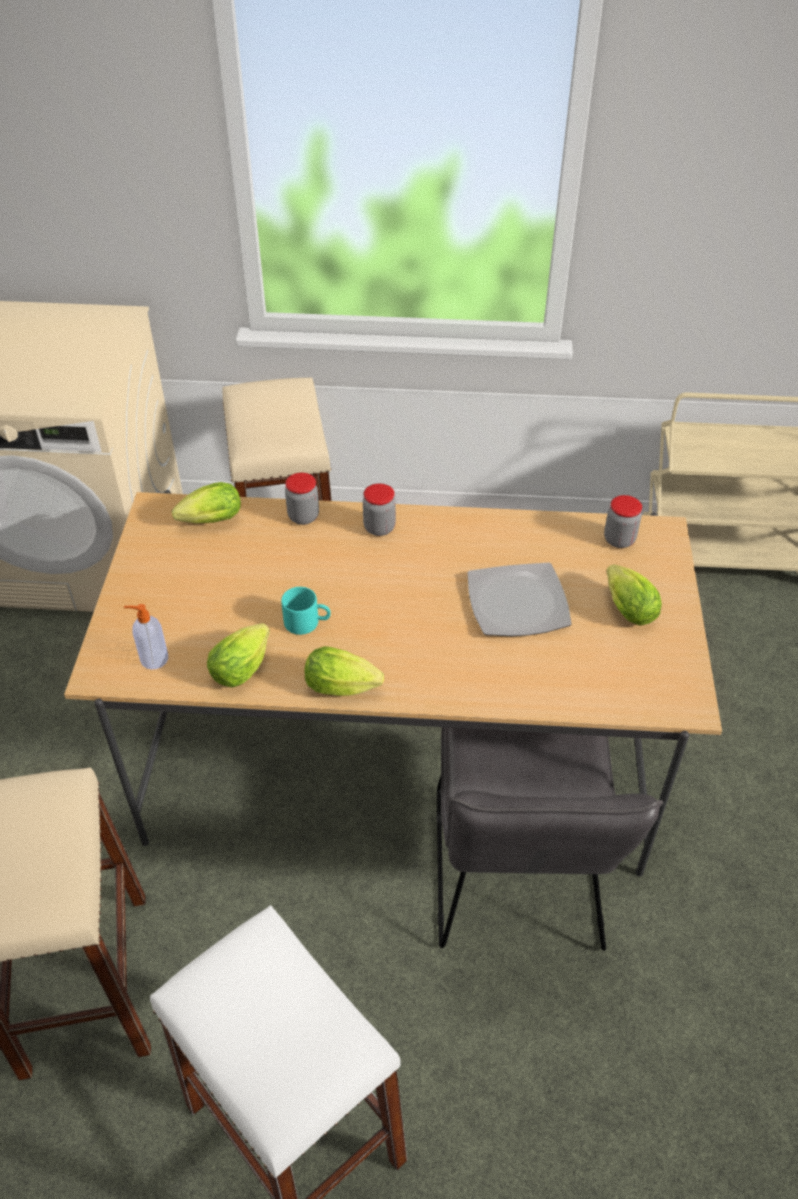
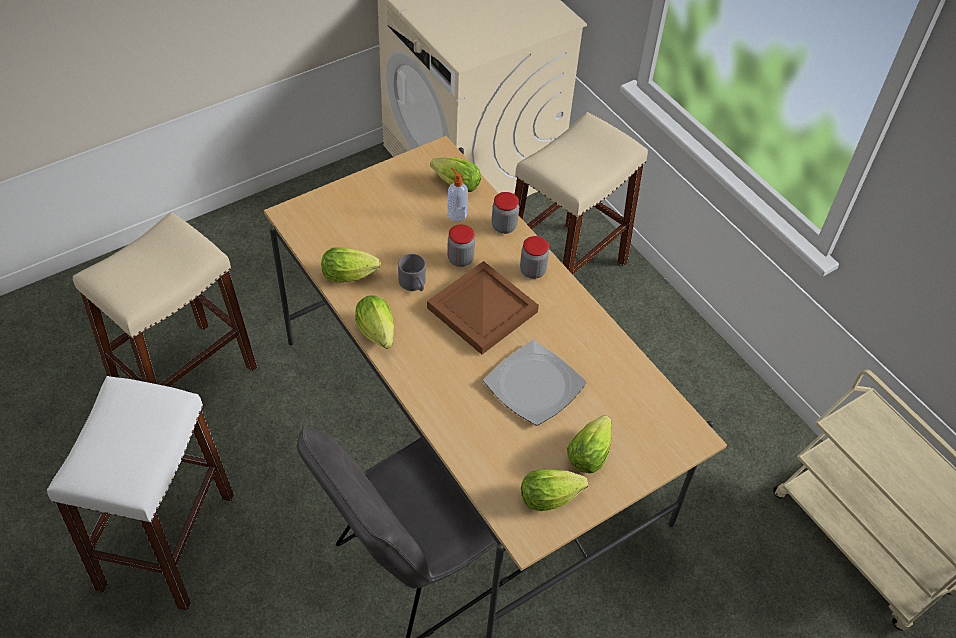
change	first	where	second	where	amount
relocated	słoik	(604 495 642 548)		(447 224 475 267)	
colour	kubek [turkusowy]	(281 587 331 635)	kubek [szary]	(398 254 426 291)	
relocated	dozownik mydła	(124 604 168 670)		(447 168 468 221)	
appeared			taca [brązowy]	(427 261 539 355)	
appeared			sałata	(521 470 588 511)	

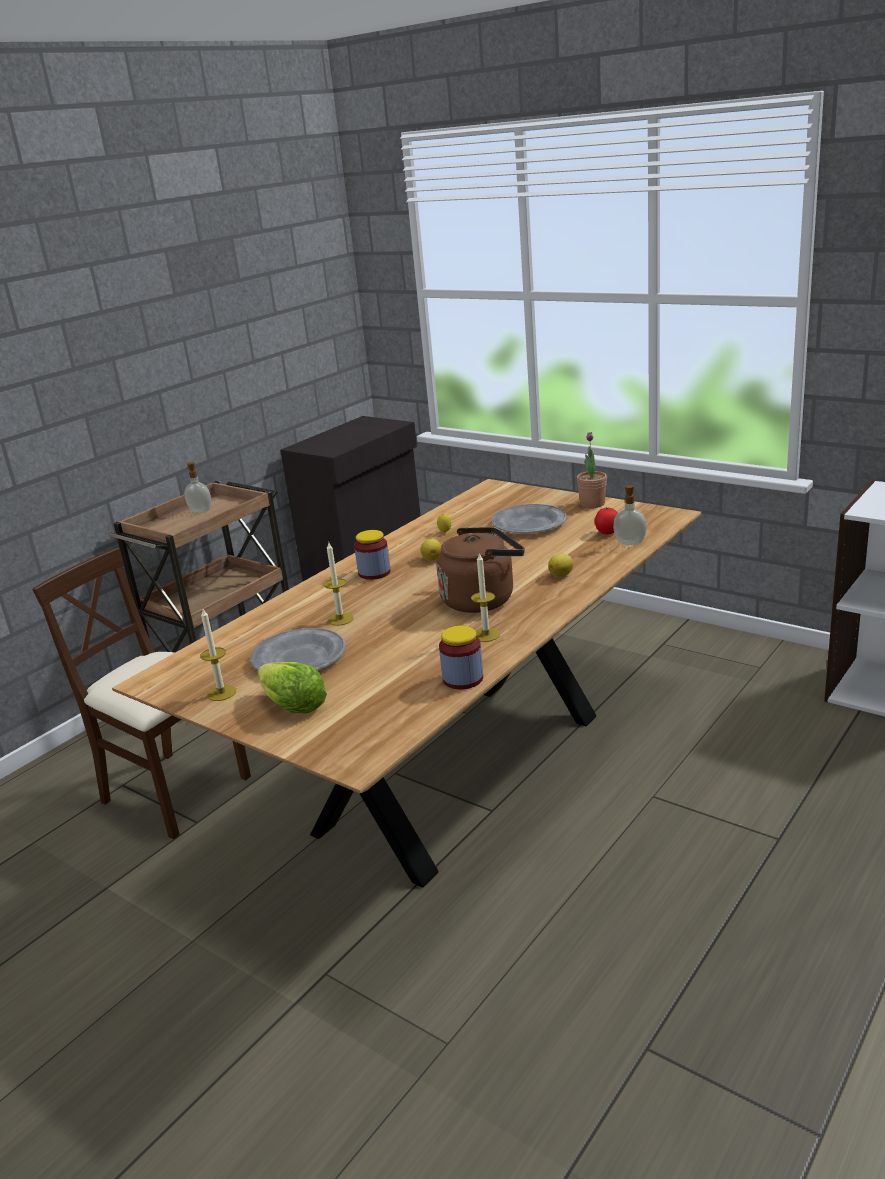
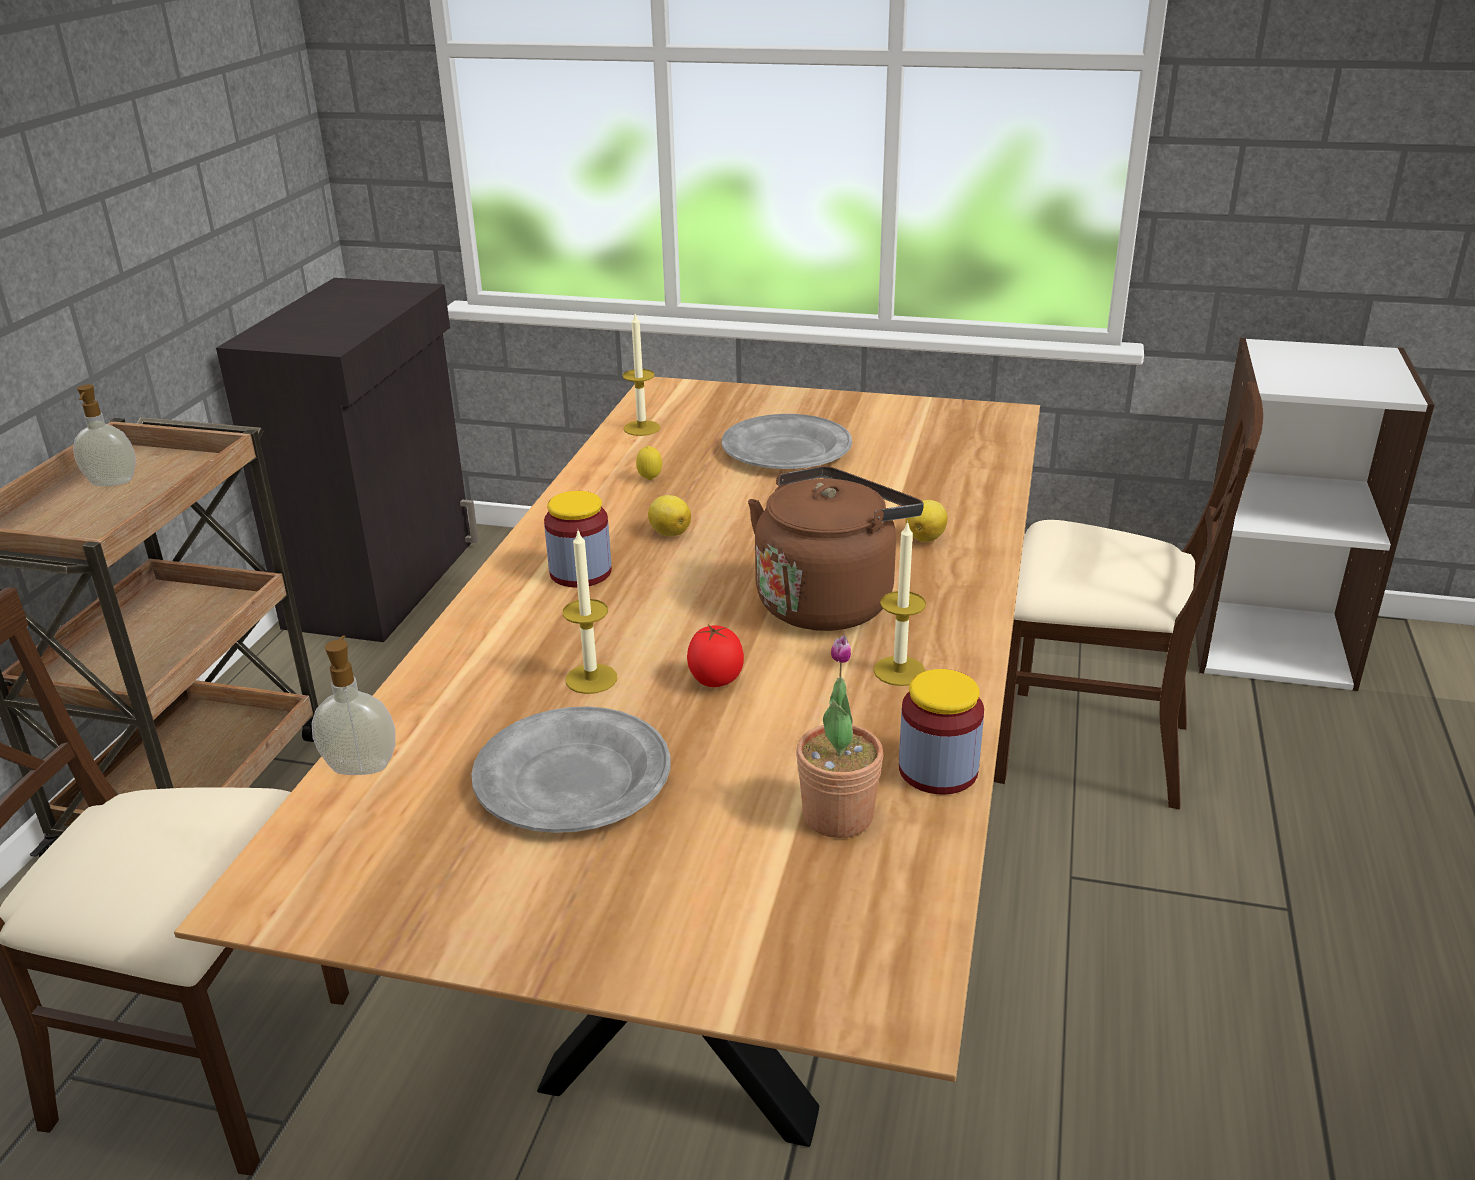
change	first	where	second	where	amount
relocated	roślina doniczkowa	(577 432 607 508)		(796 635 883 838)	
relocated	dozownik mydła	(613 485 647 545)		(312 636 396 775)	
relocated	pomidor	(595 507 618 534)		(687 625 744 687)	
relocated	świeca	(200 609 236 701)		(623 314 660 436)	
missing	sałata	(258 662 327 713)			
appeared			krzesło [beżowy]	(994 381 1263 809)	

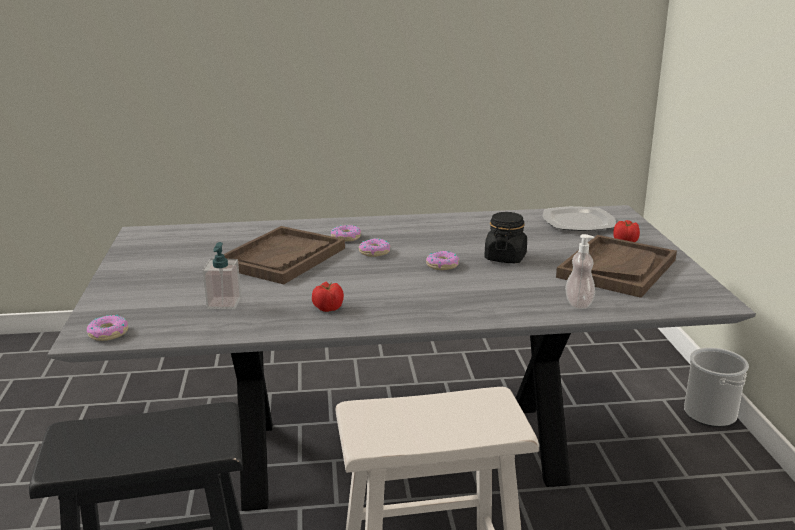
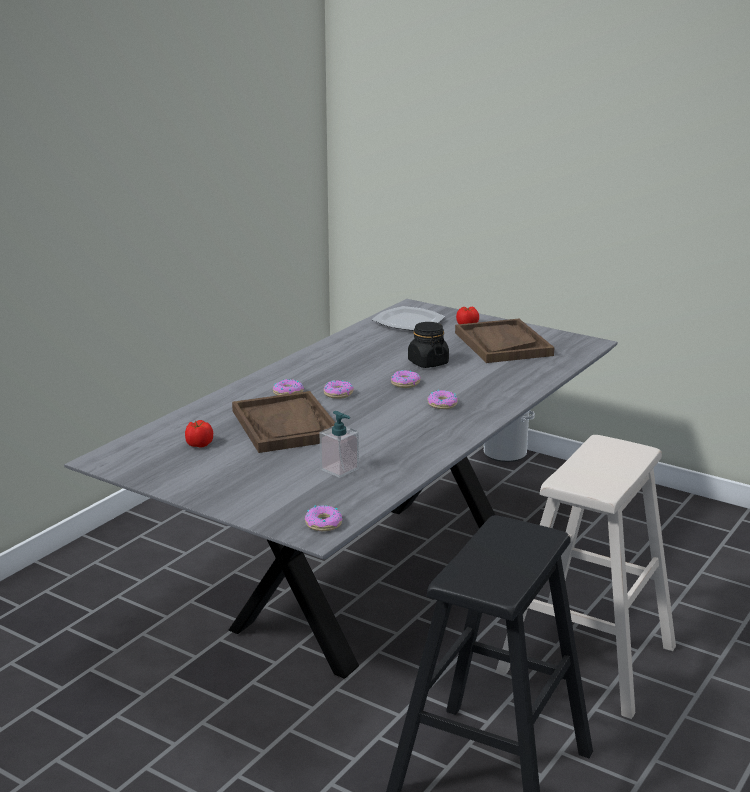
change	first	where	second	where	amount
missing	dozownik mydła	(565 234 595 309)			
relocated	pomidor	(312 282 344 312)		(185 420 213 448)	
appeared			donut	(427 390 458 409)	

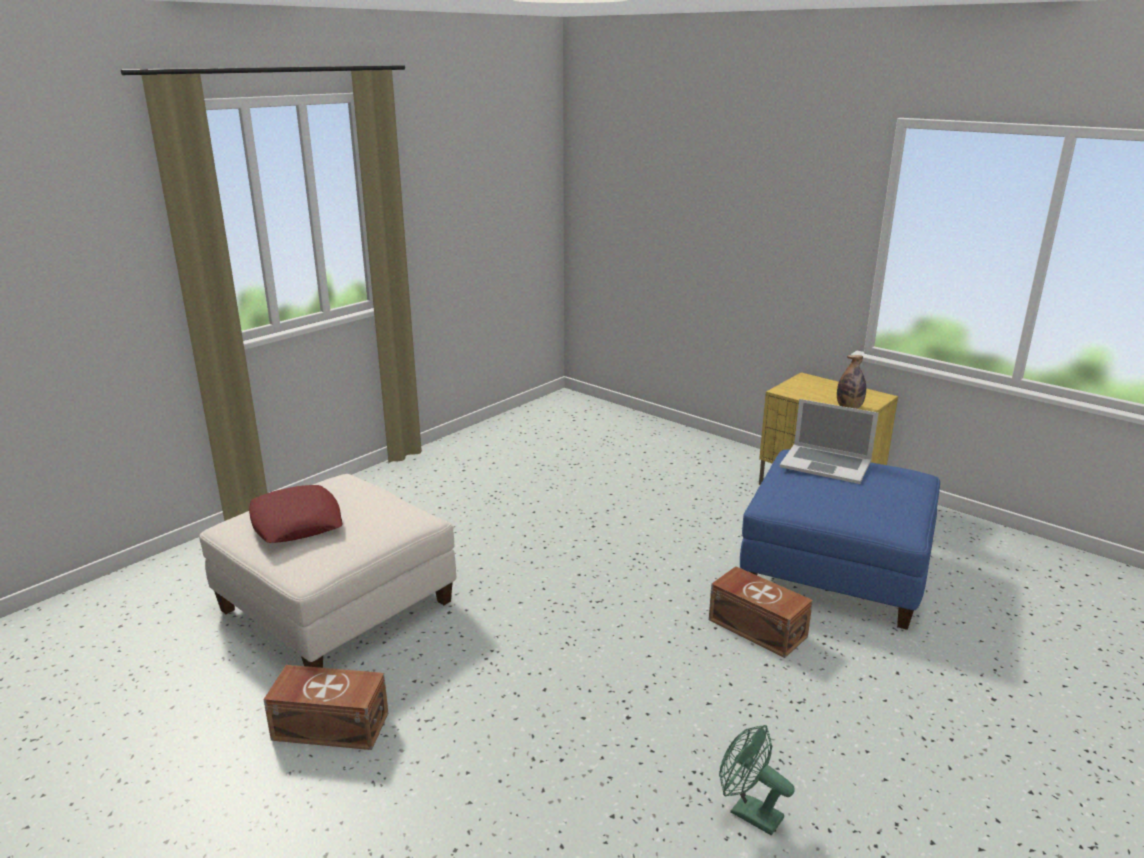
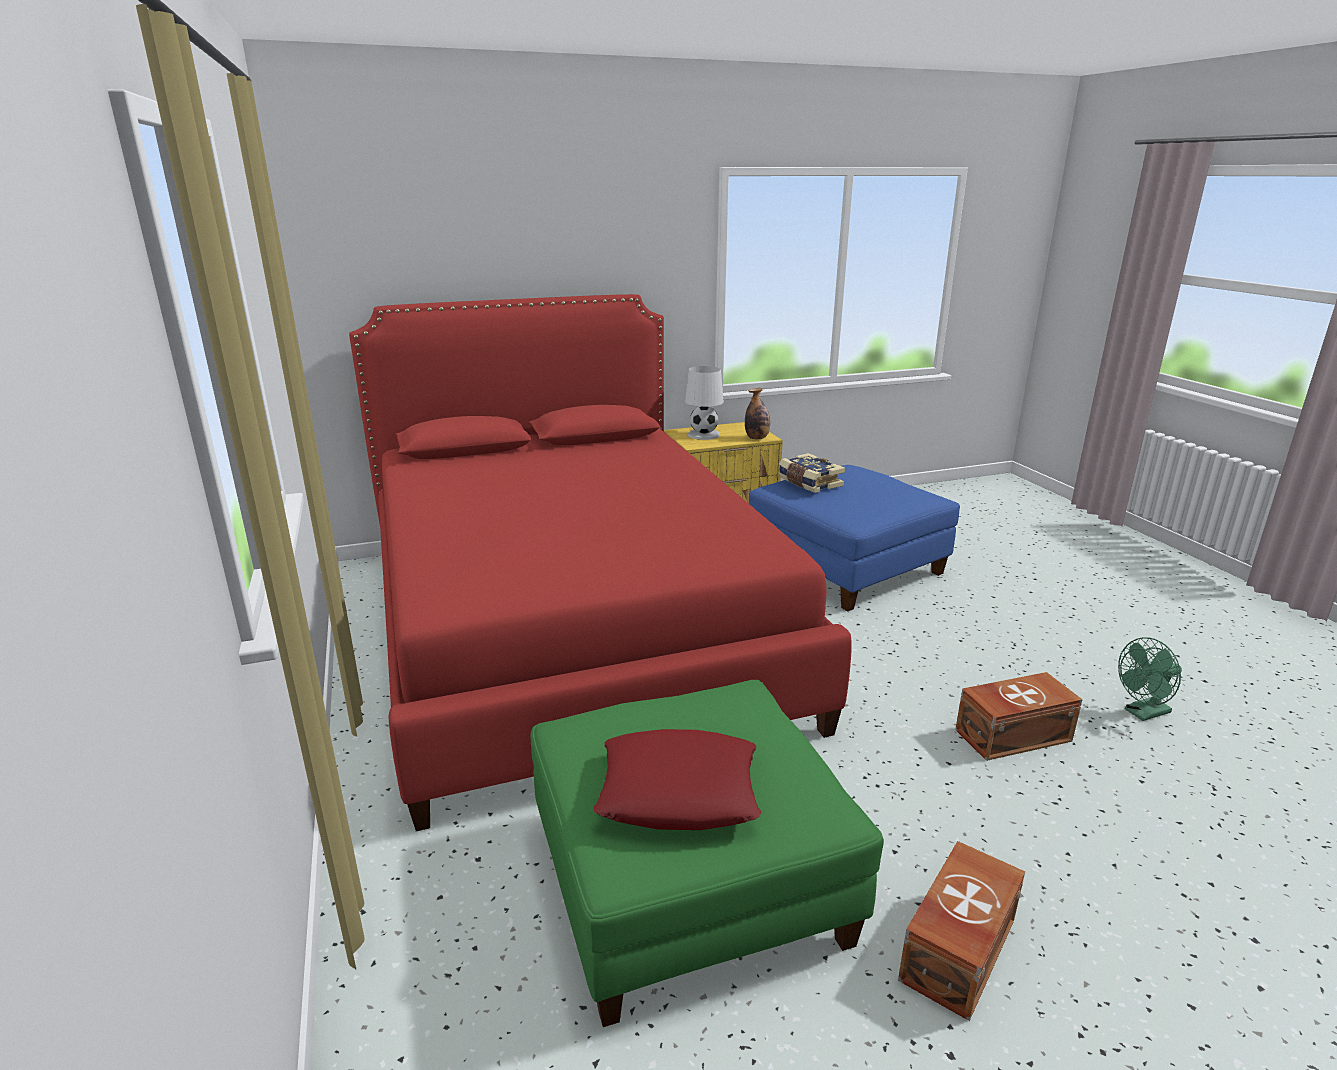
change	first	where	second	where	amount
exchanged	laptop	(780 399 878 484)	książka	(779 453 845 493)	
colour	pufa [biały]	(199 474 456 668)	pufa [zielony]	(530 680 884 1027)	
relocated	pojemnik do przechowywania [brązowy]	(709 566 813 658)		(955 672 1083 761)	
appeared			łóżko [czerwony]	(349 294 852 831)	
appeared			lampa stołowa [biały]	(685 366 724 440)	

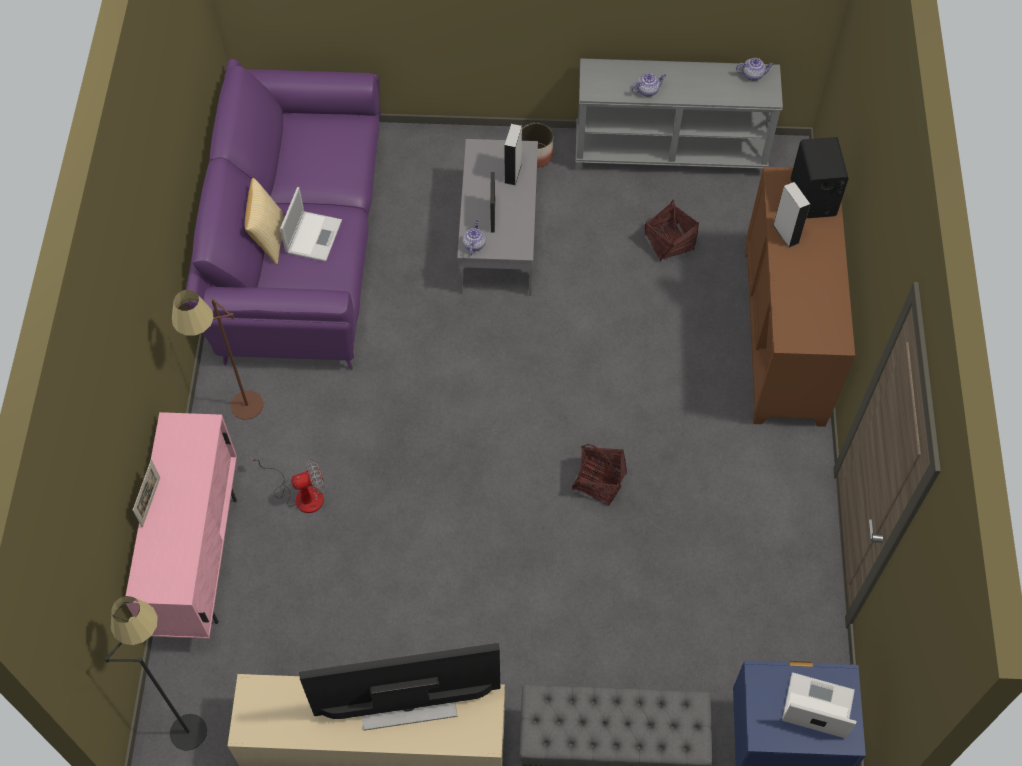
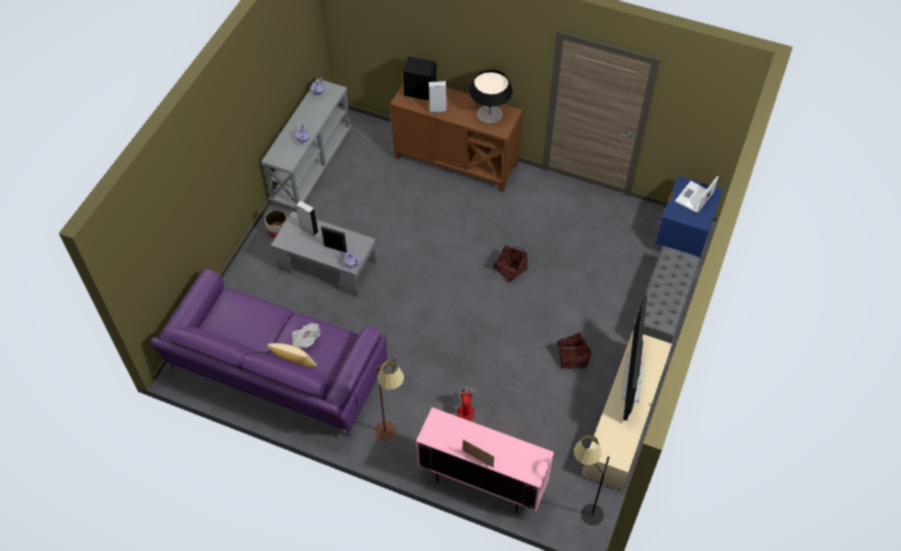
change	first	where	second	where	amount
exchanged	laptop	(280 187 342 262)	gazeta	(292 323 320 348)	
relocated	koszyk	(645 200 699 262)		(557 332 591 369)	
appeared			lampa stołowa	(469 69 513 124)	

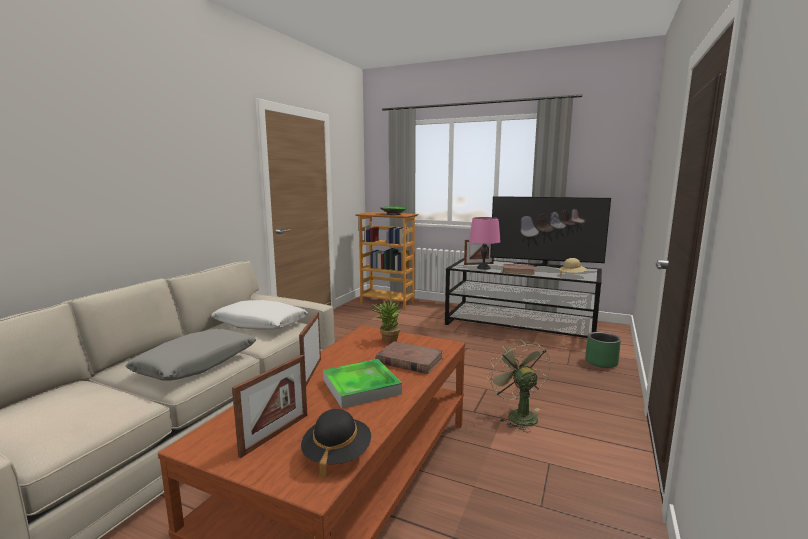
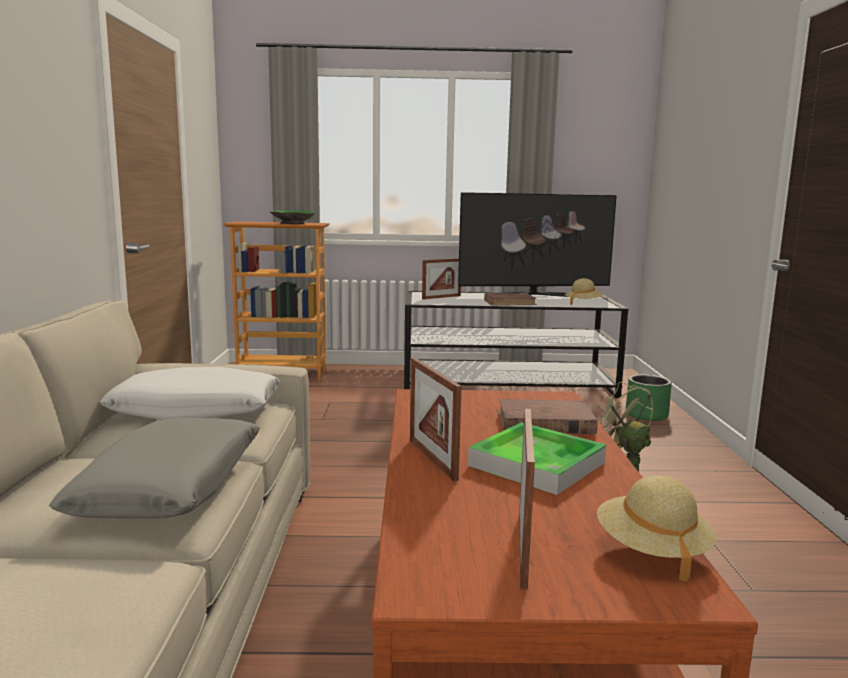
change	first	where	second	where	amount
missing	lampa stołowa [różowy]	(469 217 501 270)			
missing	roślina doniczkowa	(371 298 401 343)			
colour	kapelusz [czarny]	(301 409 371 478)	kapelusz [beżowy]	(597 475 717 581)	

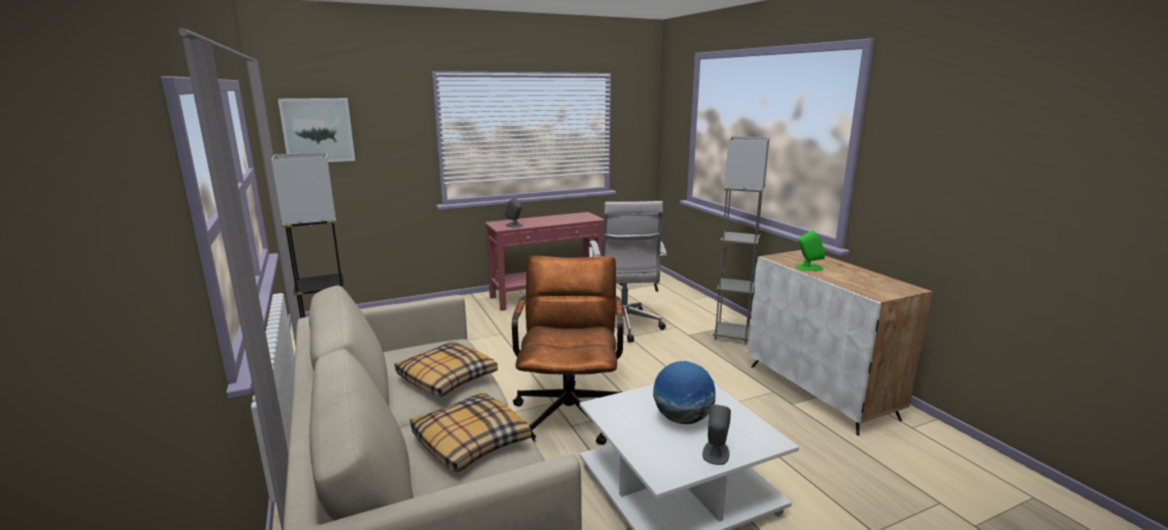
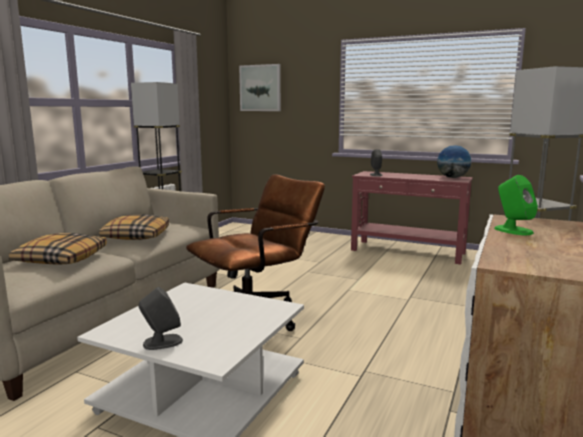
change	first	where	second	where	amount
missing	krzesło biurowe [biały]	(589 201 667 343)			
relocated	globus	(653 361 716 424)		(437 145 471 178)	

